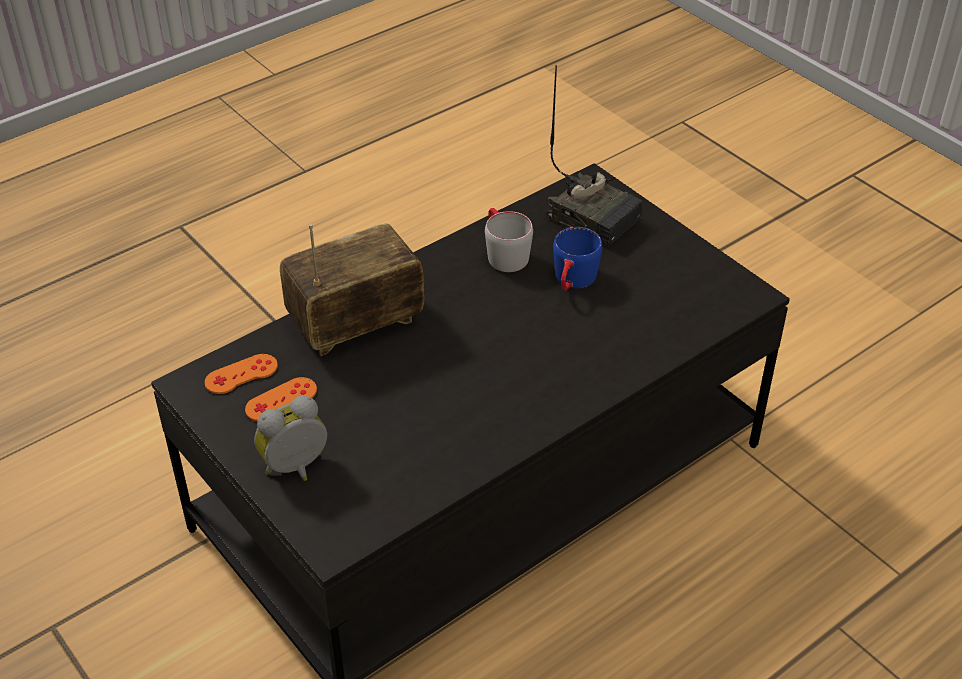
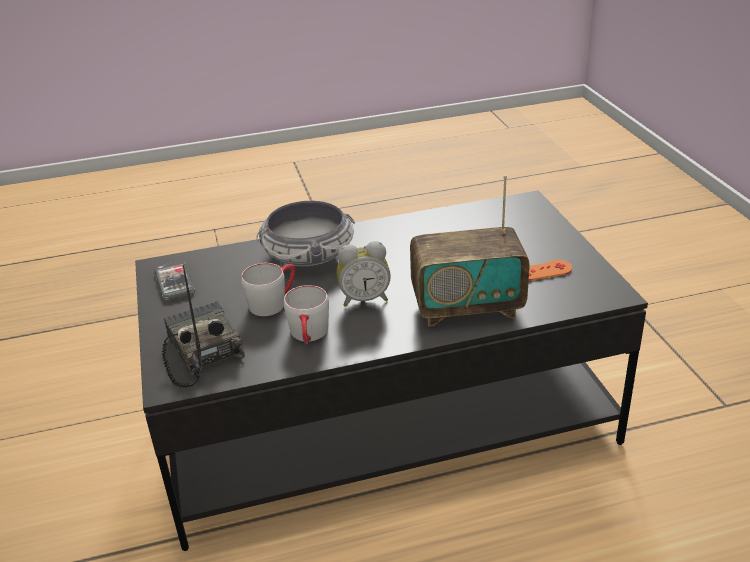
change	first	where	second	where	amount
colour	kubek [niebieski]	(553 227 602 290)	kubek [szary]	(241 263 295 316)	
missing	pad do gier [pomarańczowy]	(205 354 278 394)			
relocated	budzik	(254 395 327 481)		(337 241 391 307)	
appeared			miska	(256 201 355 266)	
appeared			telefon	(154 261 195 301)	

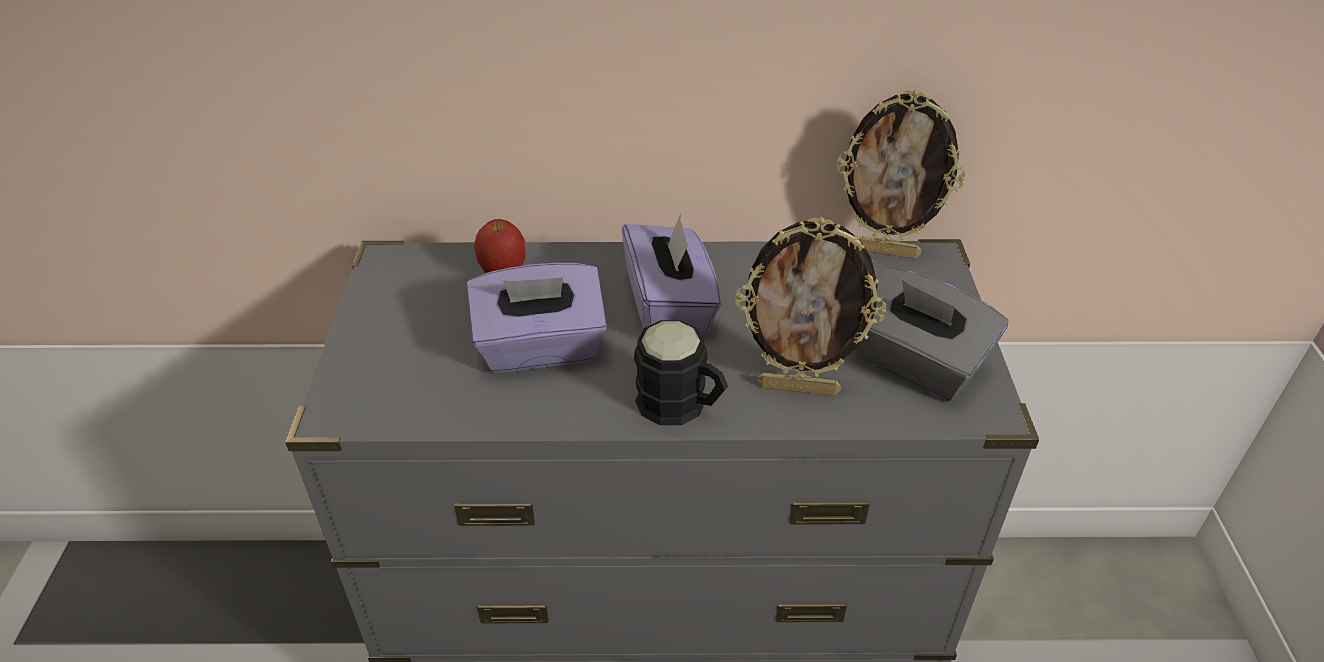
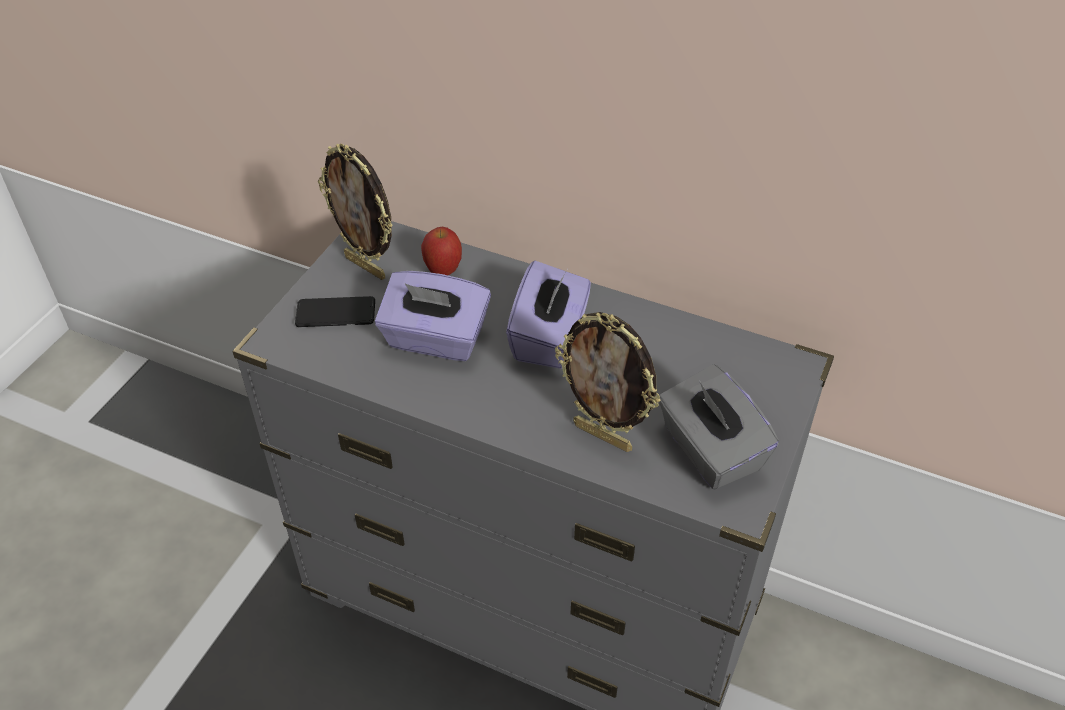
change	first	where	second	where	amount
relocated	ramka na zdjęcie	(837 90 965 259)		(318 143 393 280)	
missing	kubek [czarny]	(634 320 728 425)			
appeared			telefon	(295 296 375 327)	

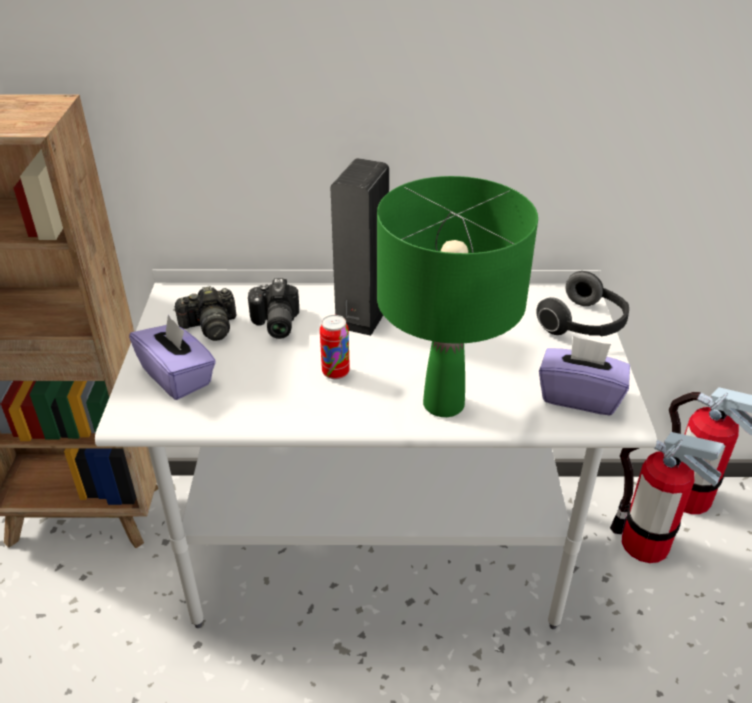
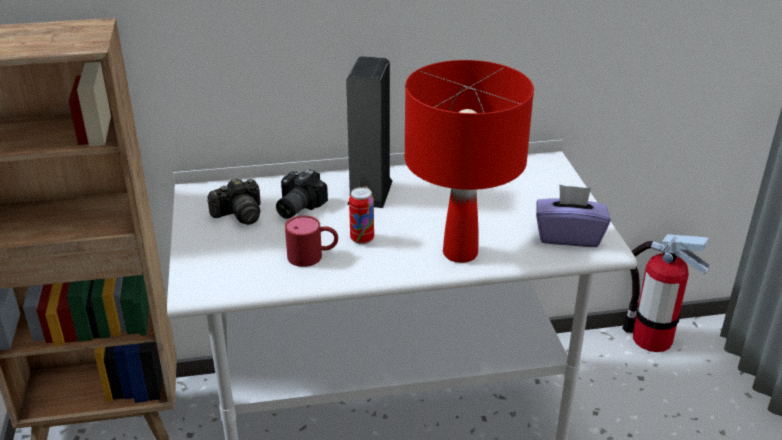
change	first	where	second	where	amount
colour	lampa stołowa [zielony]	(377 176 538 417)	lampa stołowa [czerwony]	(405 60 534 263)	
missing	słuchawki	(536 271 629 336)			
spun	aparat fotograficzny	(248 278 299 339)		(276 169 328 219)	45 degrees clockwise
missing	pudełko chusteczek [fioletowy]	(129 314 216 400)			
missing	gaśnica	(610 432 724 563)			
appeared			kubek [czerwony]	(285 215 338 267)	

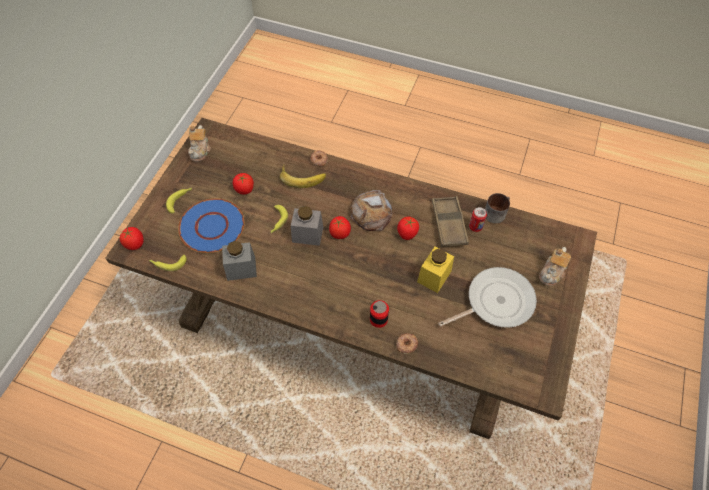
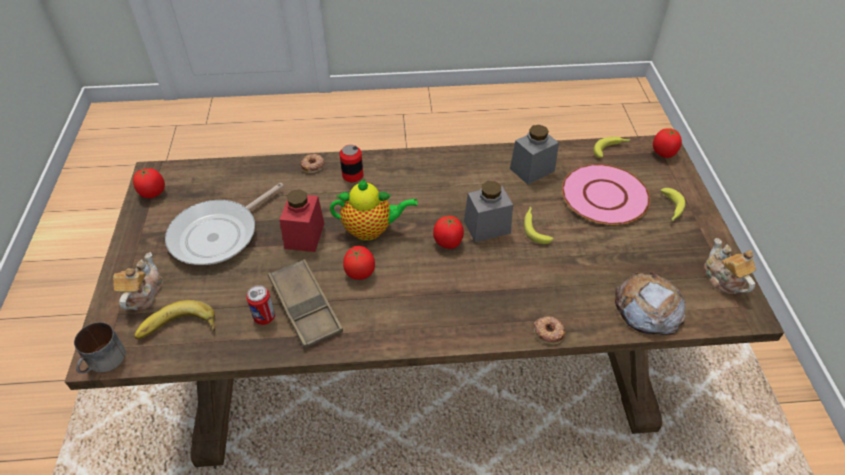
change	first	where	second	where	amount
relocated	banan	(280 165 326 188)		(134 300 215 339)	
relocated	pomidor	(233 173 254 195)		(133 167 165 198)	
relocated	chleb	(350 190 392 231)		(615 272 686 335)	
relocated	kubek	(485 193 510 223)		(74 322 126 374)	
colour	talerz [niebieski]	(178 198 244 253)	talerz [różowy]	(562 164 650 225)	
colour	słoik [żółty]	(417 247 454 293)	słoik [czerwony]	(280 189 324 252)	
appeared			imbryk	(330 179 418 241)	

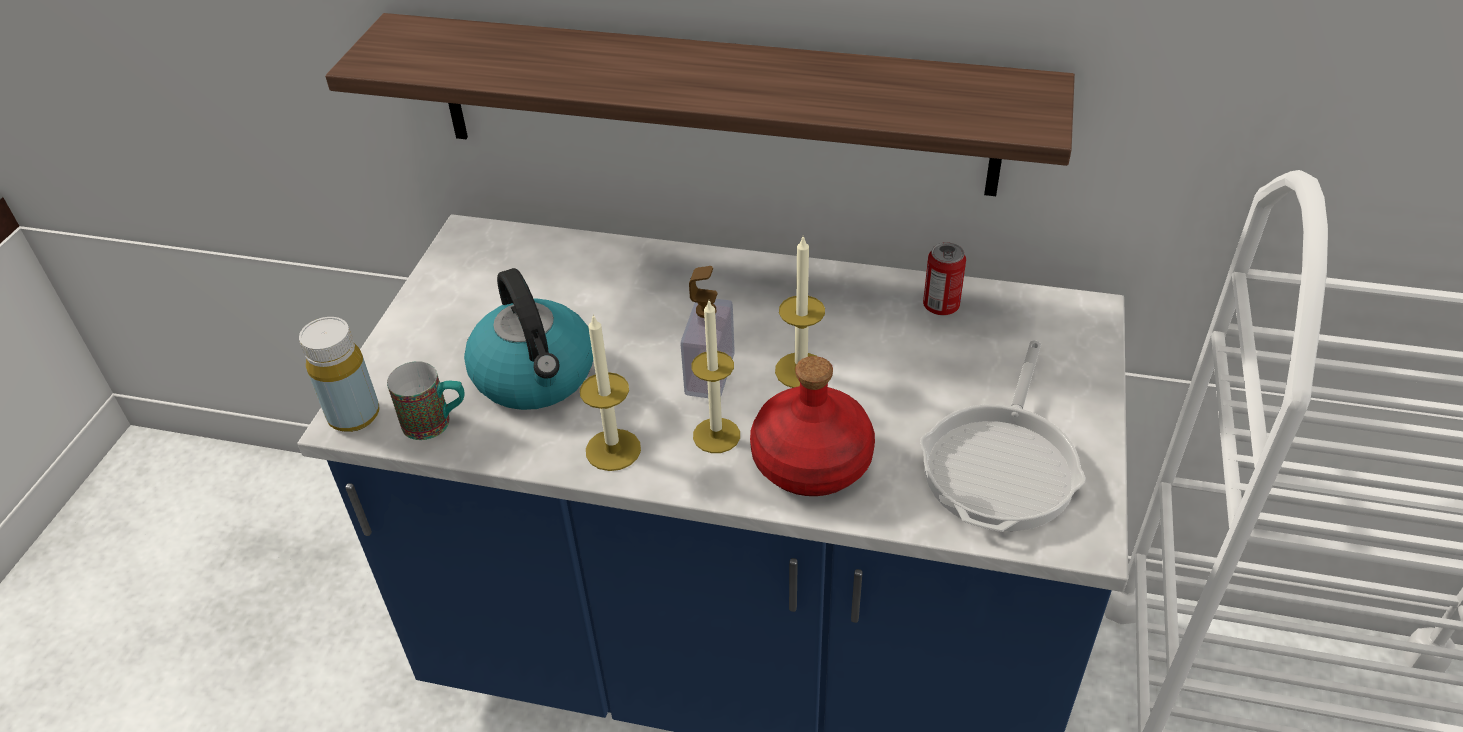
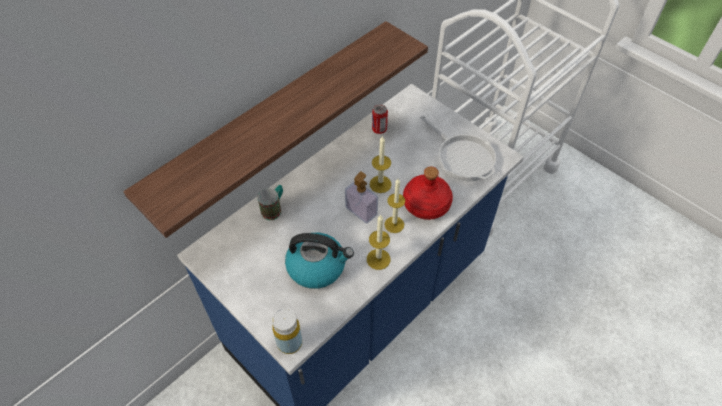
change	first	where	second	where	amount
relocated	kubek	(387 361 465 440)		(258 185 283 220)	

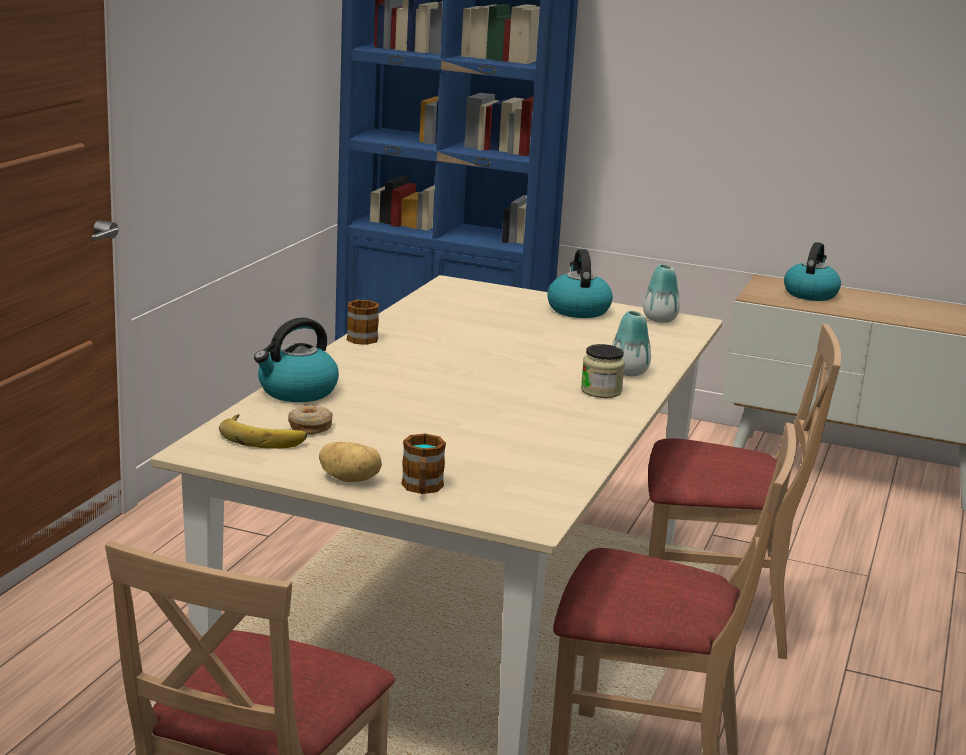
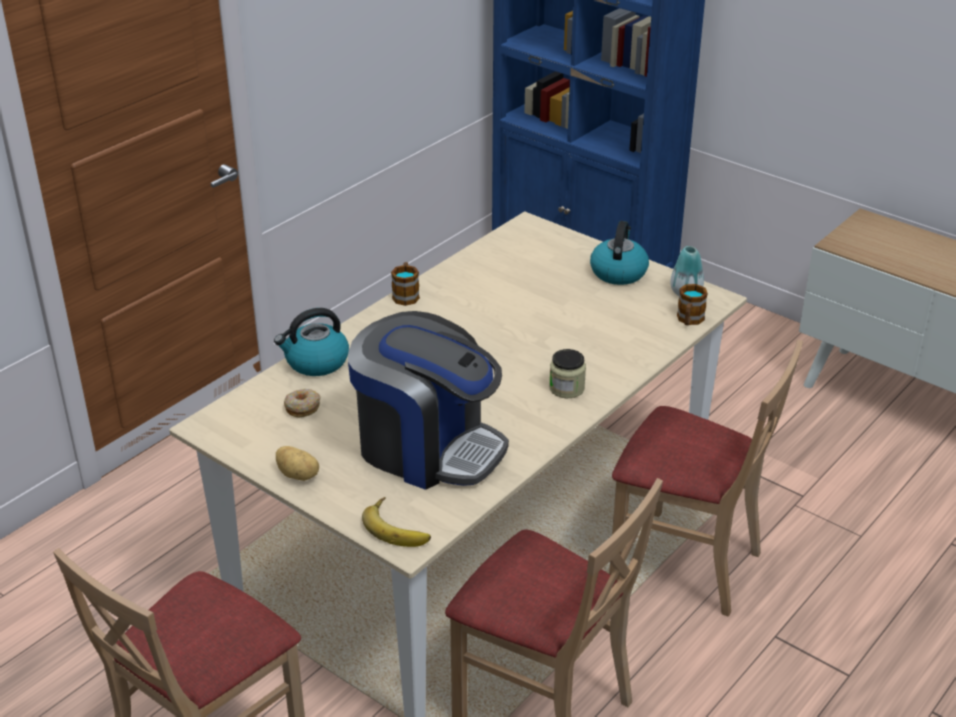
change	first	where	second	where	amount
missing	czajnik	(784 242 841 301)			
missing	wazon	(612 311 651 376)			
relocated	banan	(219 414 307 449)		(362 497 431 547)	
relocated	kubek	(401 434 446 494)		(677 284 708 325)	
appeared			ekspres do kawy	(348 311 509 490)	

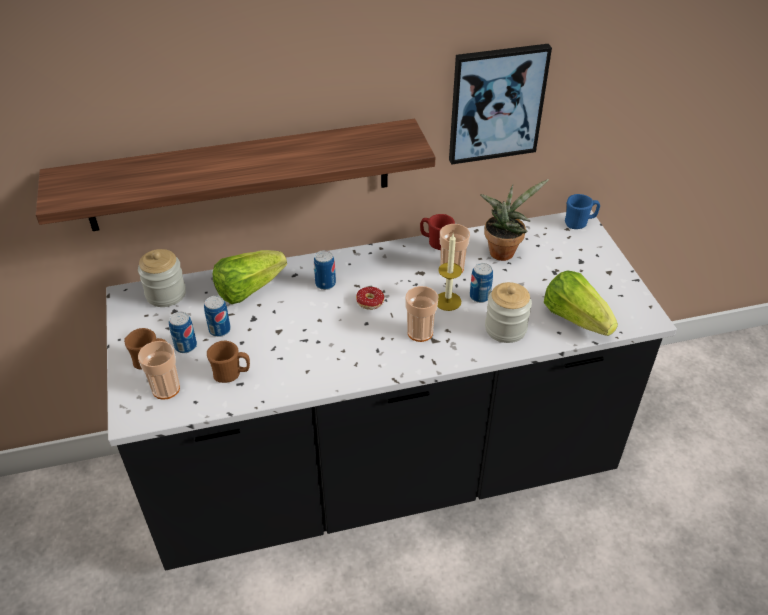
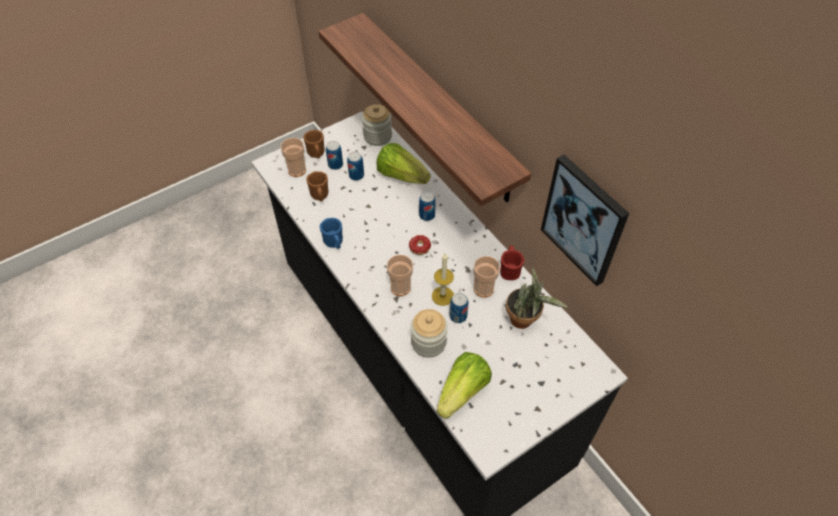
change	first	where	second	where	amount
relocated	kubek [niebieski]	(565 194 600 229)		(320 218 343 249)	

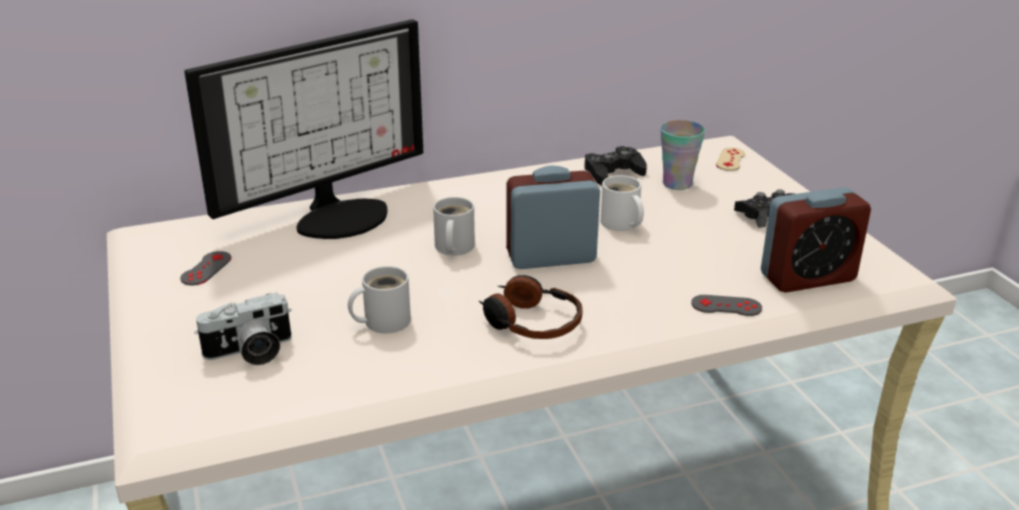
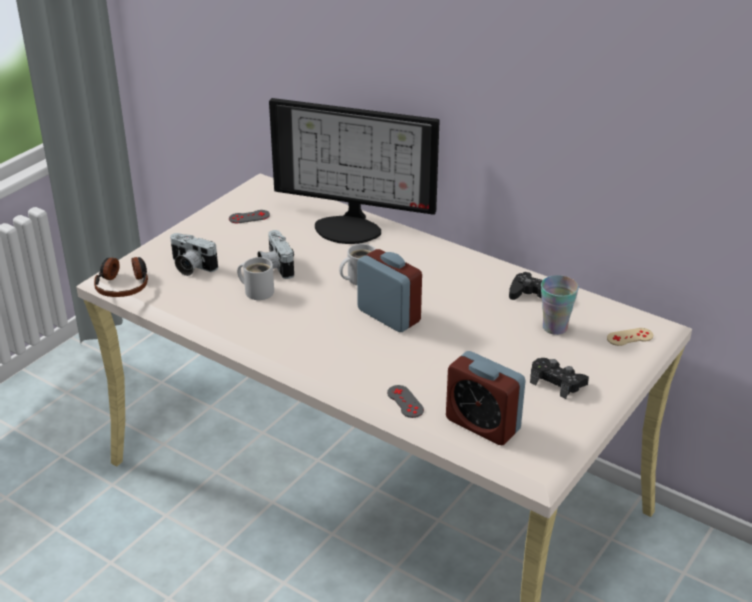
change	first	where	second	where	amount
missing	kubek [biały]	(600 175 644 231)			
relocated	słuchawki	(479 275 583 339)		(94 257 148 297)	
appeared			aparat fotograficzny	(258 230 294 279)	

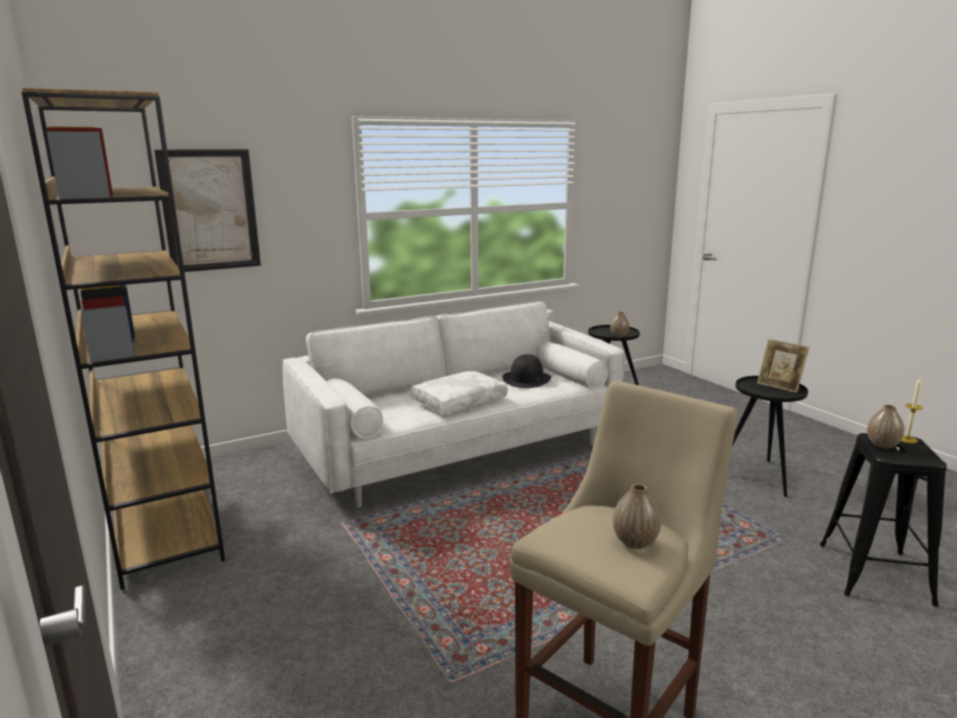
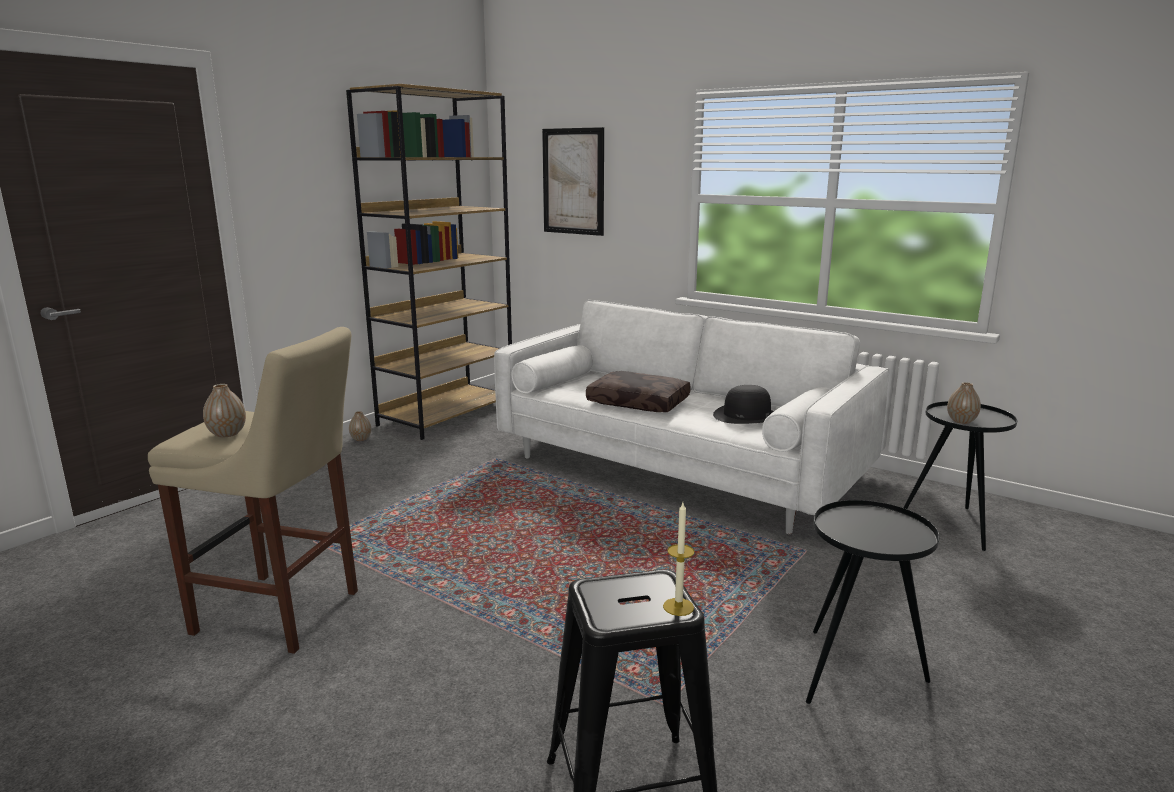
change	first	where	second	where	amount
missing	ramka na zdjęcie	(757 339 809 393)			
colour	poduszka [biały]	(411 371 508 414)	poduszka [brązowy]	(586 371 691 412)	
relocated	wazon	(867 405 904 448)		(349 411 371 441)	

